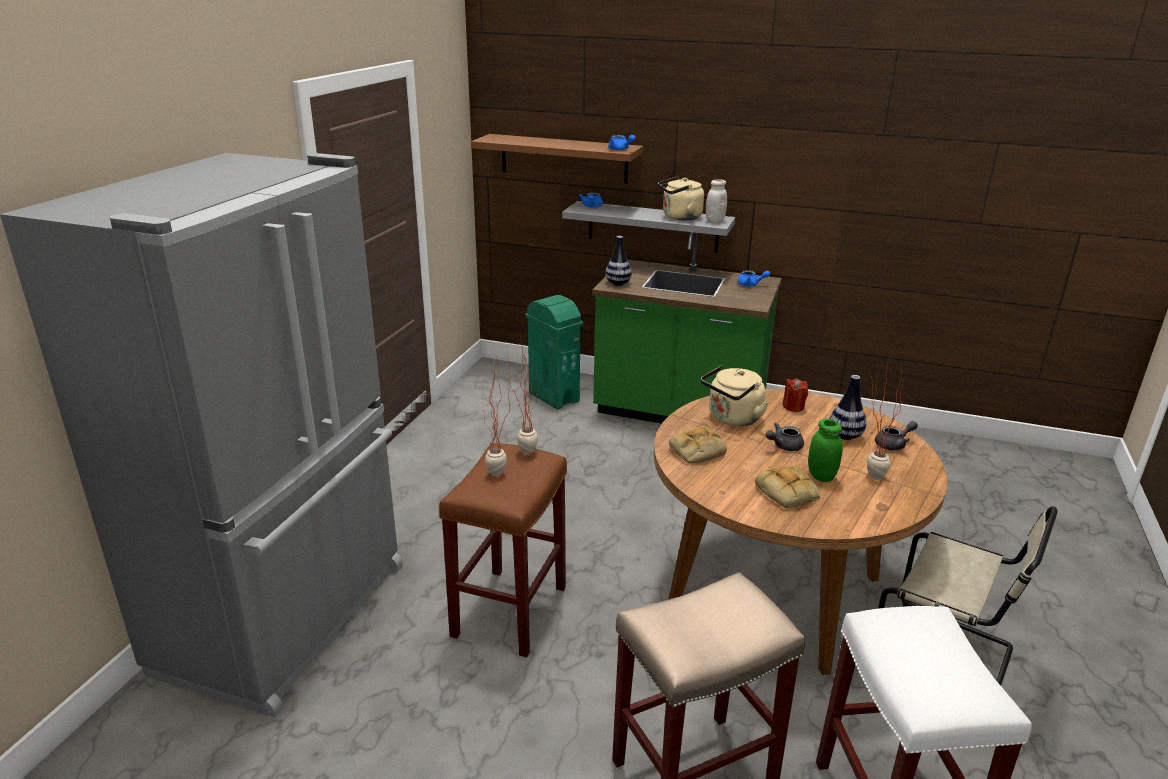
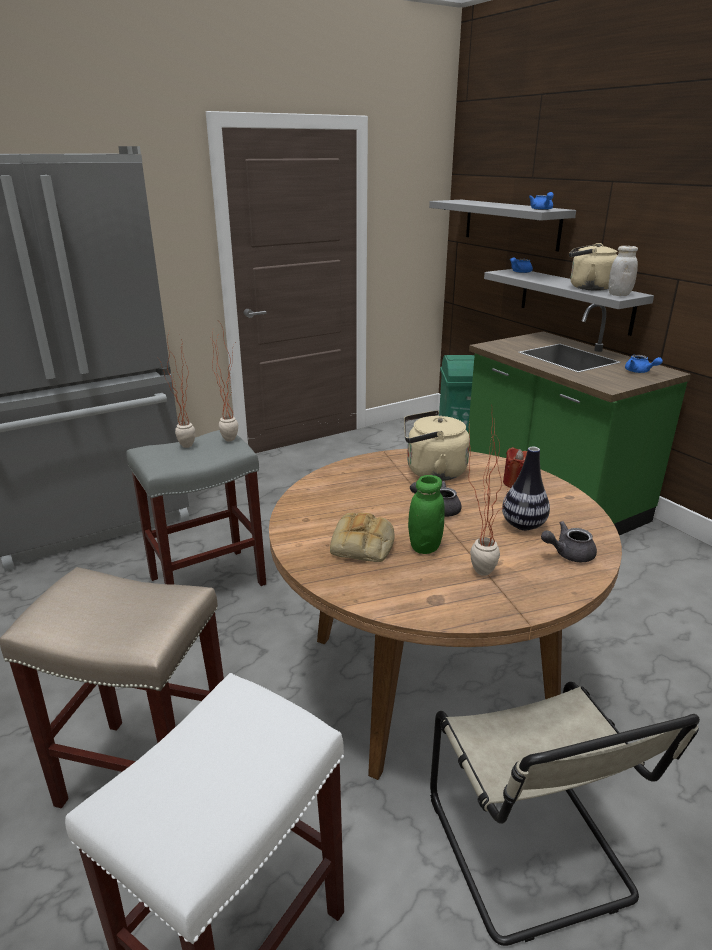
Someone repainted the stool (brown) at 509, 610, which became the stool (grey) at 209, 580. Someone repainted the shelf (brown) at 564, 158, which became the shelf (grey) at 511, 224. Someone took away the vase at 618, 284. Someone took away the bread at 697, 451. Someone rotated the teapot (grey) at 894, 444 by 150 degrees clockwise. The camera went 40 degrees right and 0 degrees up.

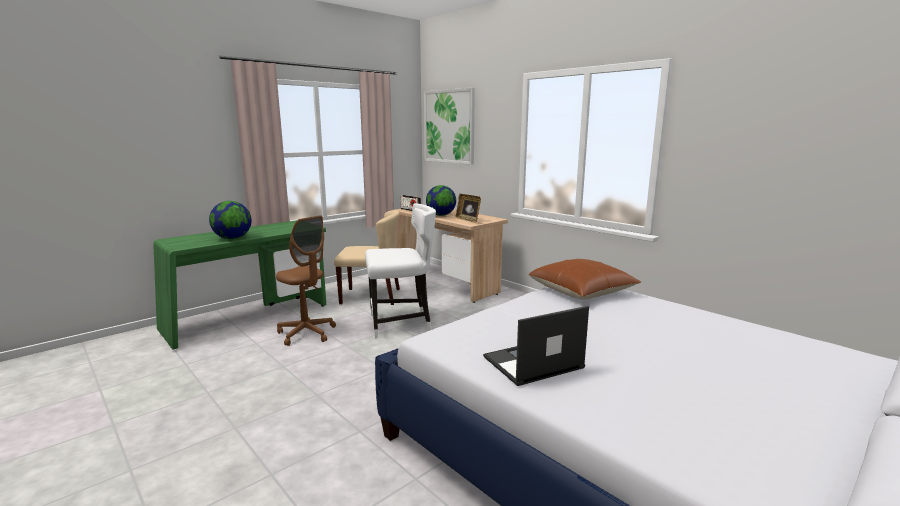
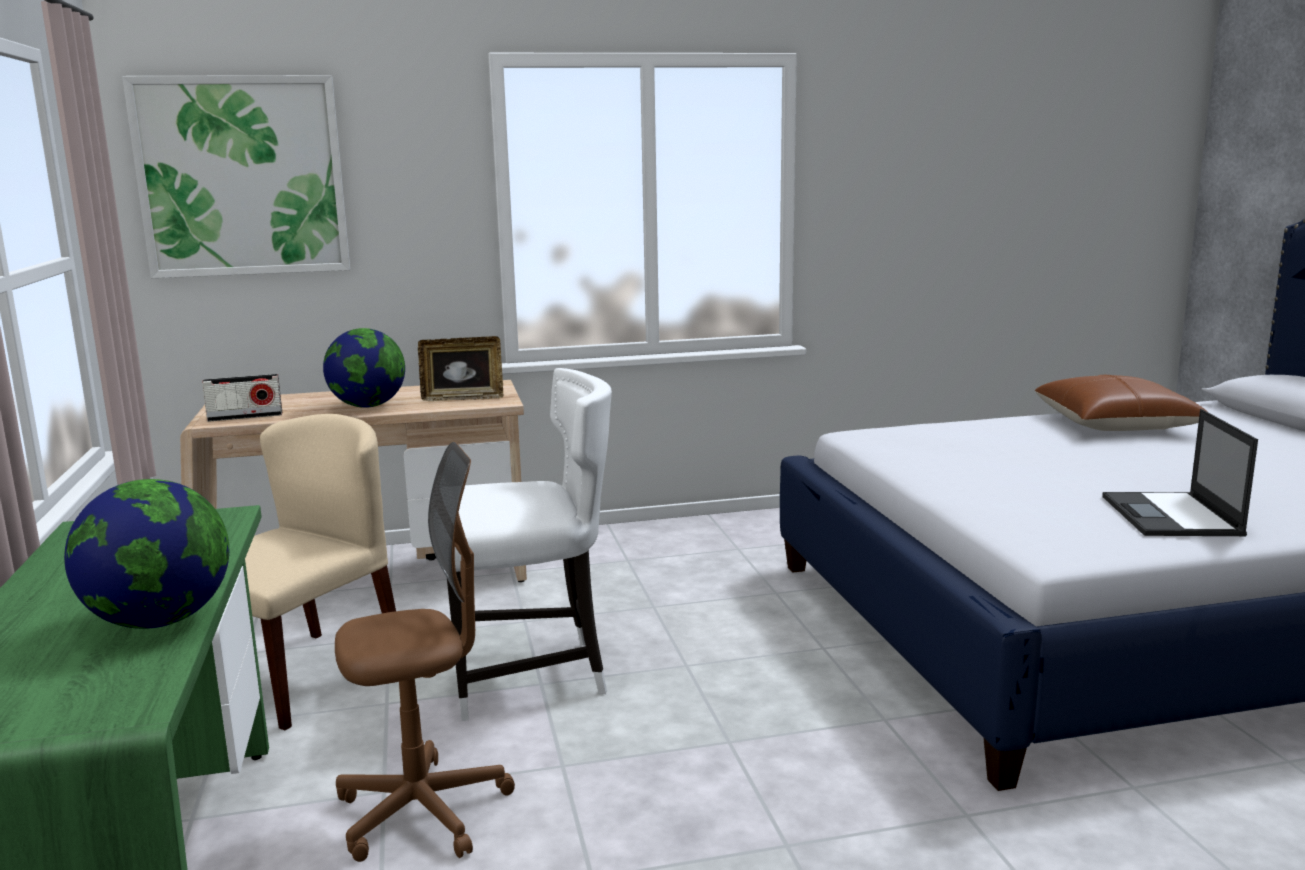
Someone rotated the chair (white) at 401, 324 by 60 degrees clockwise. Someone carried the pillow (brown) from 582, 291 to 1115, 424. The camera went 60 degrees left and 0 degrees up.

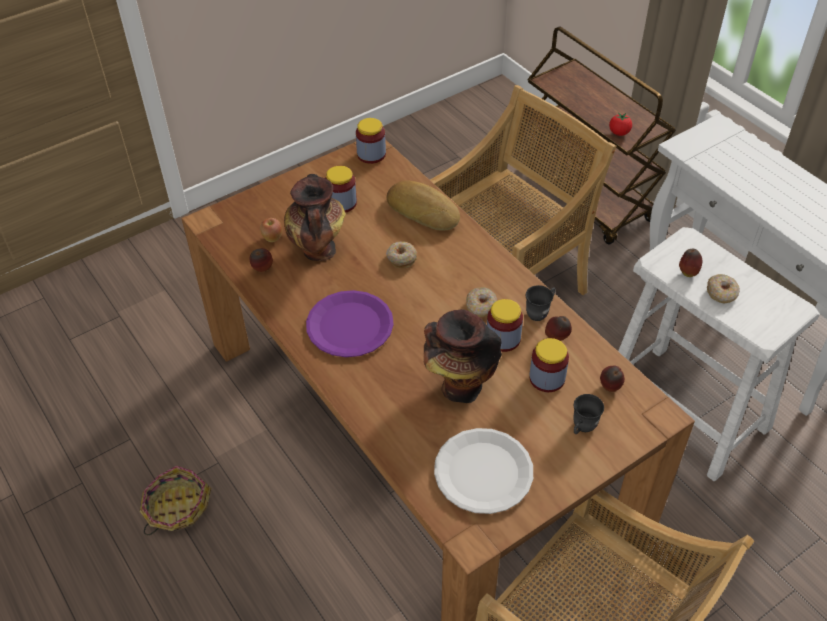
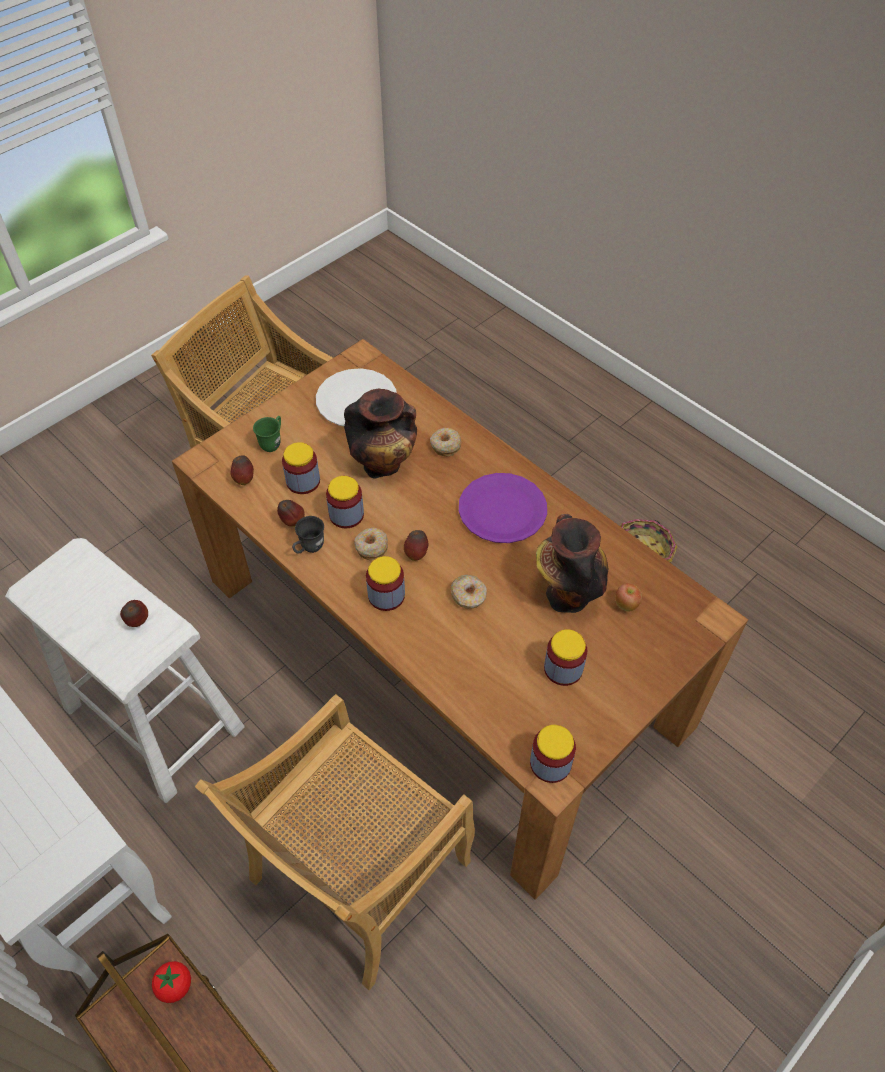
Someone carried the apple from 262, 269 to 416, 554. Someone took away the bread at 424, 210. Someone repainted the mug (grey) at 582, 428, which became the mug (green) at 273, 442. Someone carried the donut from 721, 293 to 445, 445. Someone put down the jar at 386, 595. The camera went 170 degrees right and 5 degrees up.

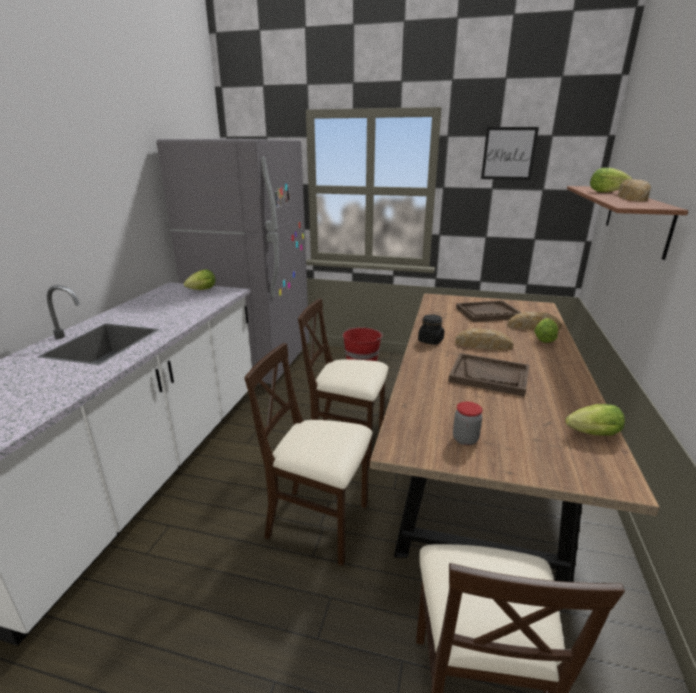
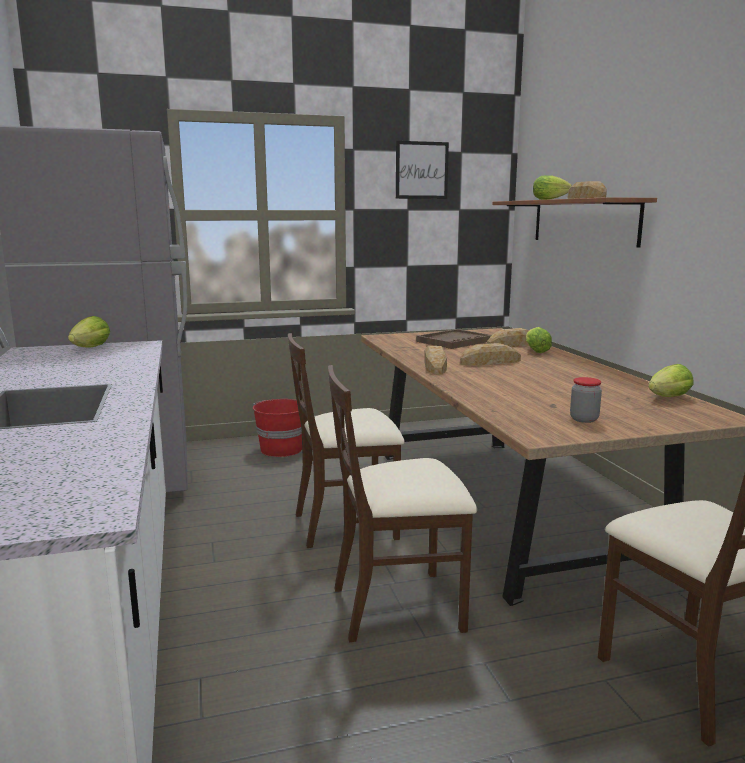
Someone swapped the jar (black) at 430, 340 for the bread at 435, 366. Someone took away the tray (brown) at 489, 376. The camera went 30 degrees left and 10 degrees down.

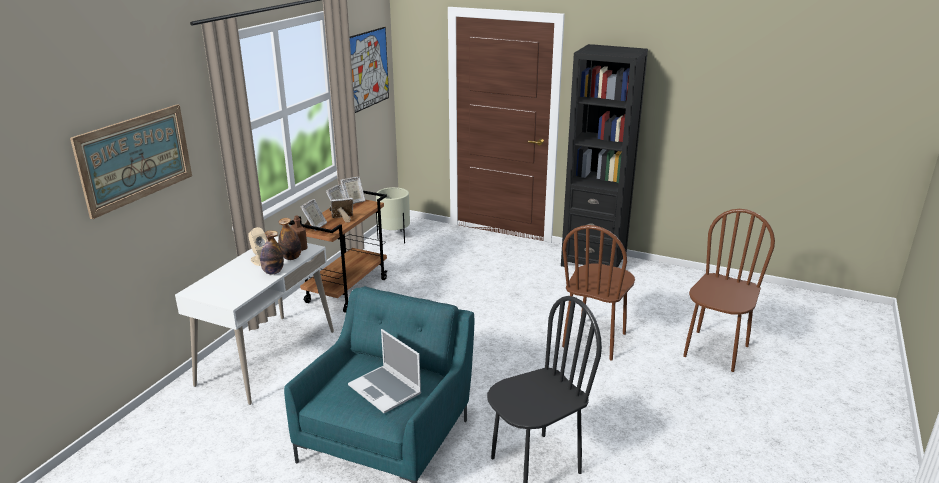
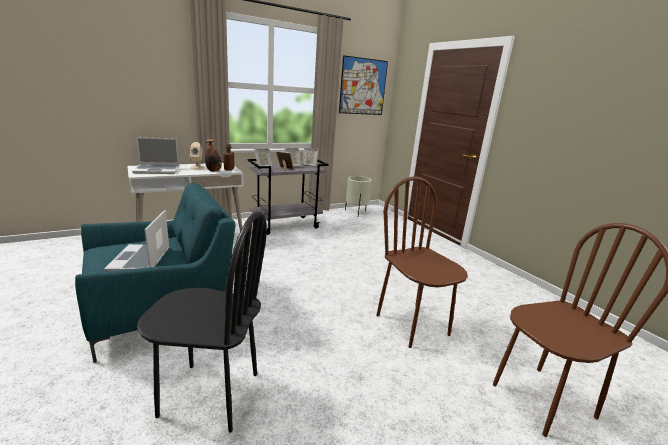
Someone took away the picture at 135, 158. Someone took away the bottle at 273, 272. Someone repainted the cart (brown) at 347, 290, which became the cart (grey) at 286, 225. Someone took away the bookcase (black) at 593, 261. Someone rotated the chair (brown) at 595, 340 by 90 degrees clockwise. Someone put down the laptop at 157, 170. The camera went 35 degrees right and 5 degrees down.

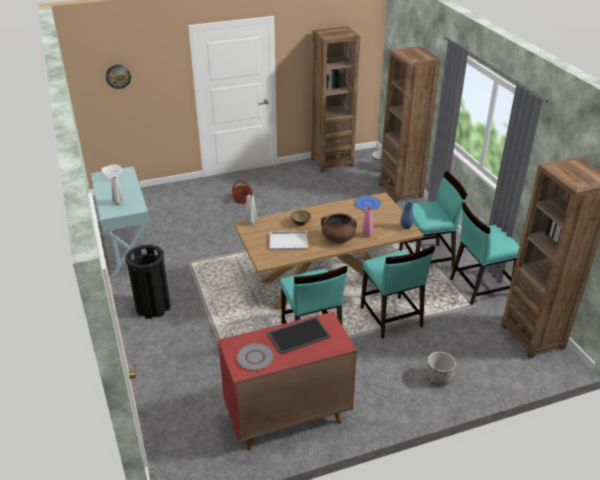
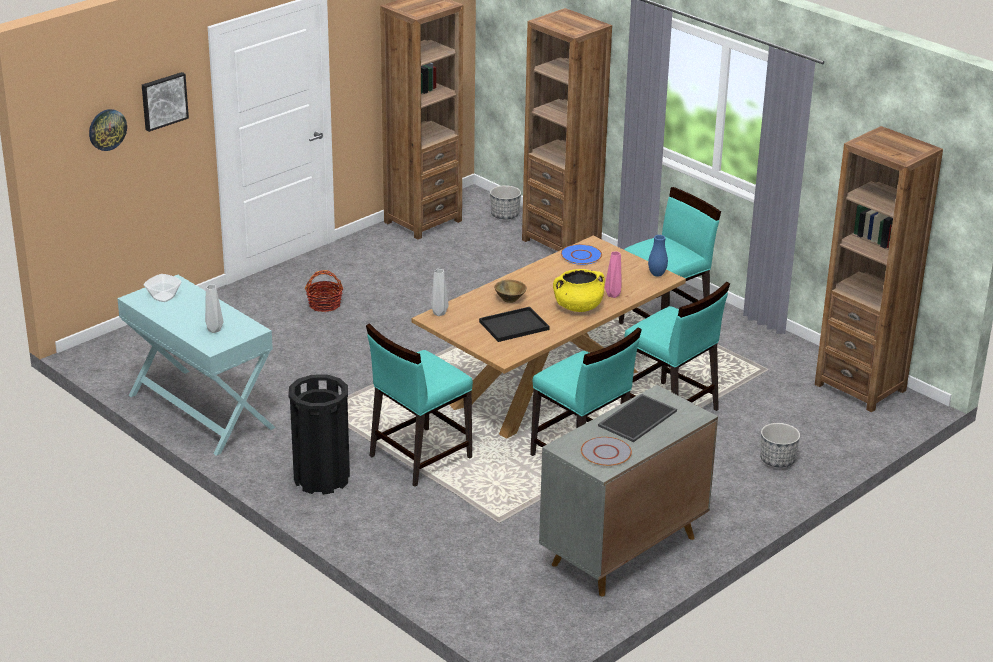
Someone repainted the cabinet (red) at 287, 418, which became the cabinet (grey) at 622, 551. Someone repainted the tray (white) at 287, 242, which became the tray (black) at 513, 326. Someone repainted the cooking pot (brown) at 338, 238, which became the cooking pot (yellow) at 578, 307. Someone carried the chair (turquoise) from 479, 287 to 419, 457. Someone put up the picture at 163, 100. The camera went 25 degrees left and 5 degrees down.

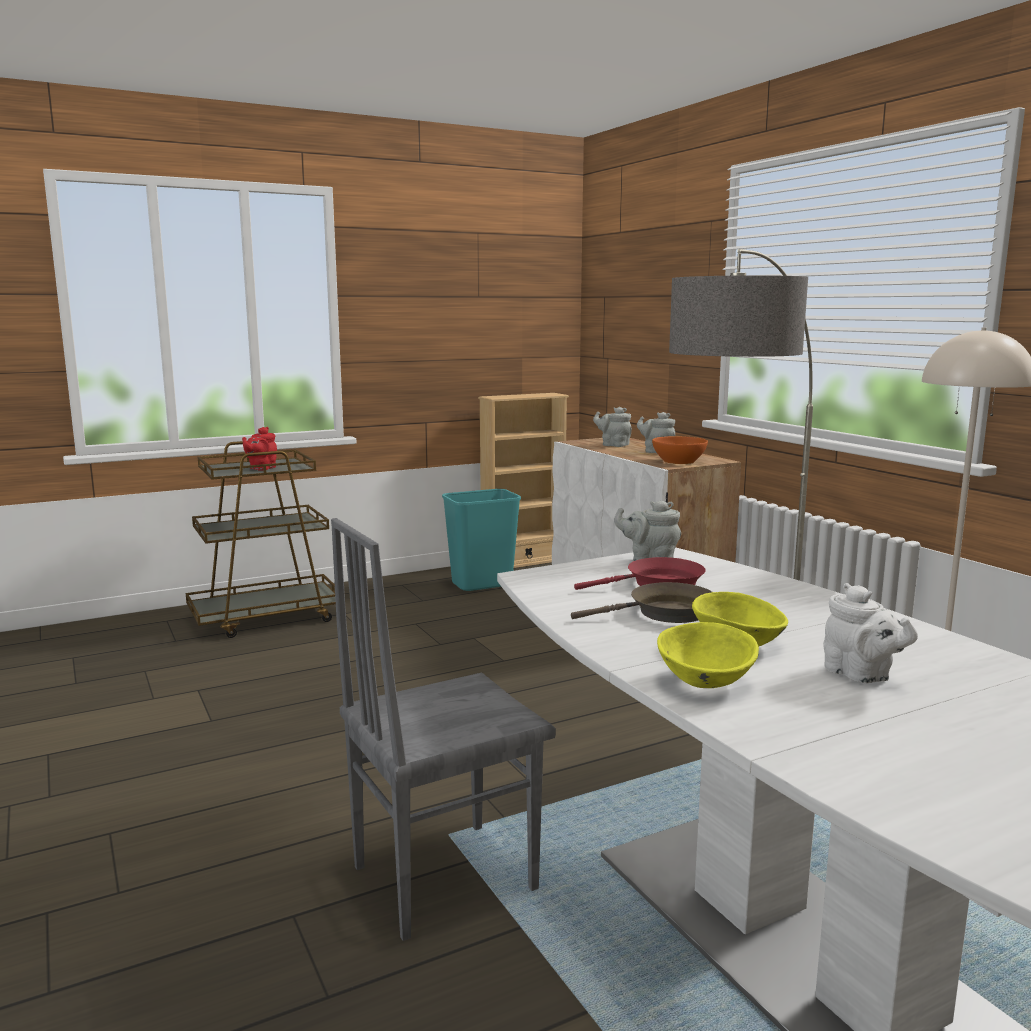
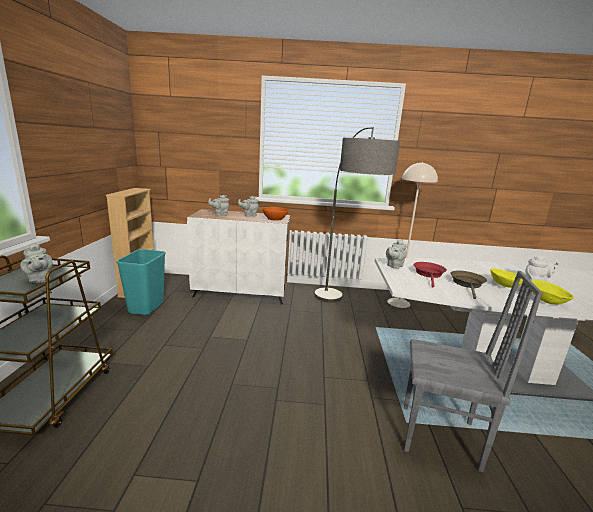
Someone repainted the teapot (red) at 261, 468, which became the teapot (grey) at 40, 280. Someone rotated the chair (grey) at 441, 877 by 75 degrees counterclockwise. The camera went 60 degrees left and 5 degrees up.

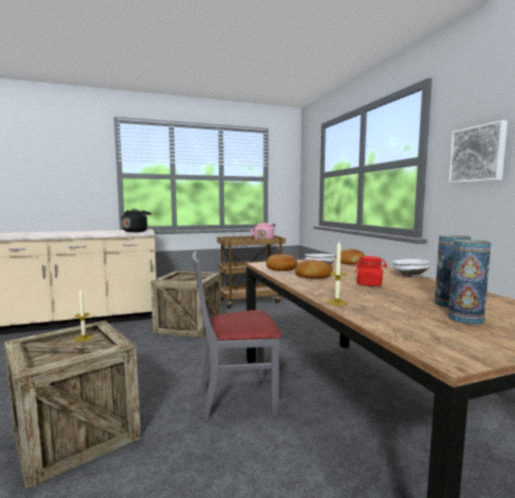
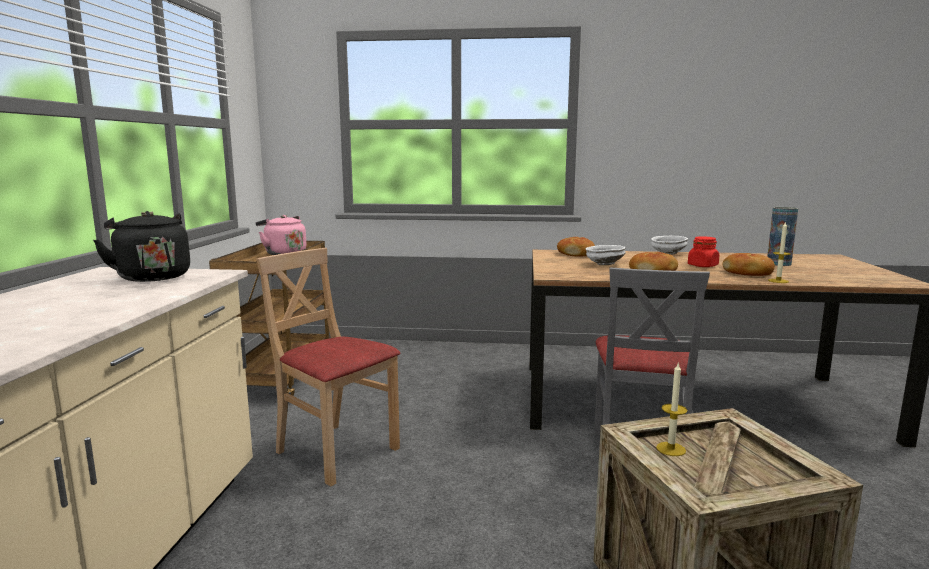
Someone swapped the crate at 188, 326 for the chair (beige) at 336, 451. Someone carried the bread from 281, 269 to 747, 273. Someone took away the picture at 478, 154. Someone took away the vase at 465, 318. The camera went 65 degrees left and 5 degrees up.

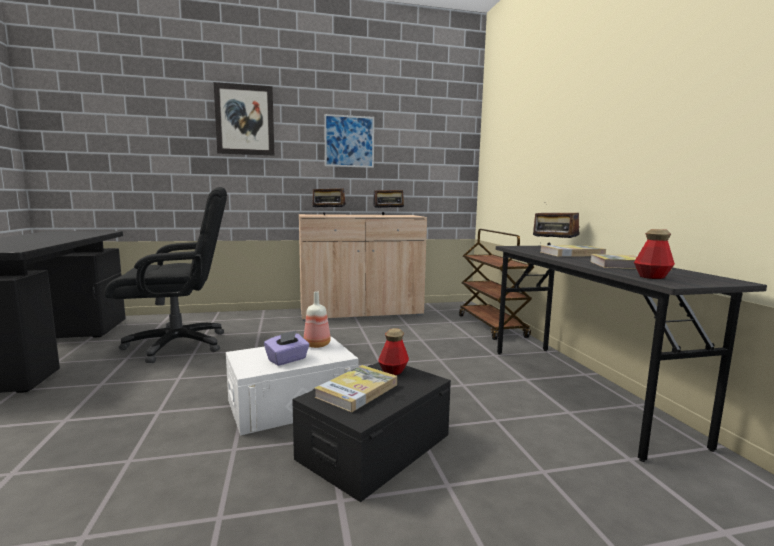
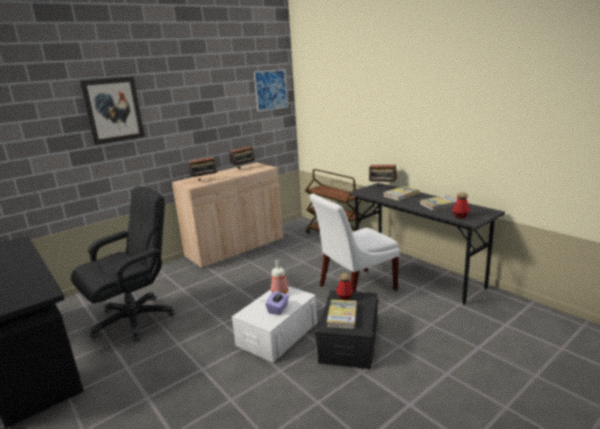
Someone carried the picture from 349, 141 to 271, 90. Someone put down the chair (white) at 354, 288. The camera went 25 degrees left and 10 degrees up.

